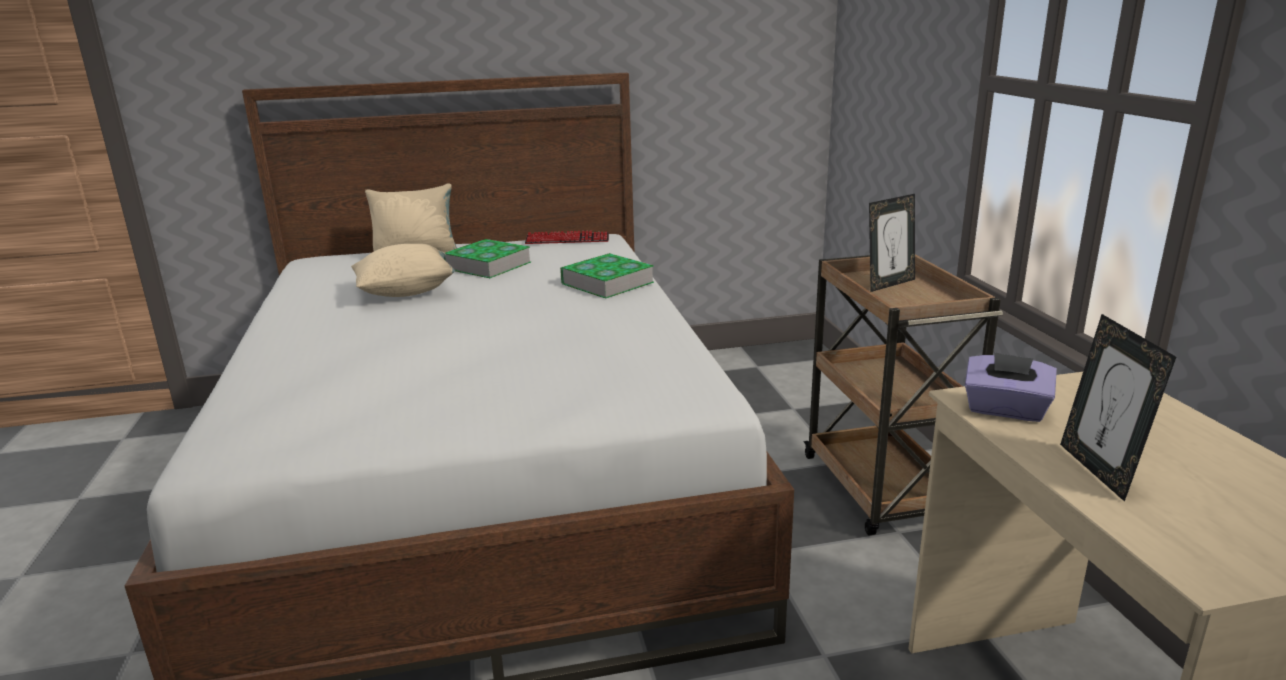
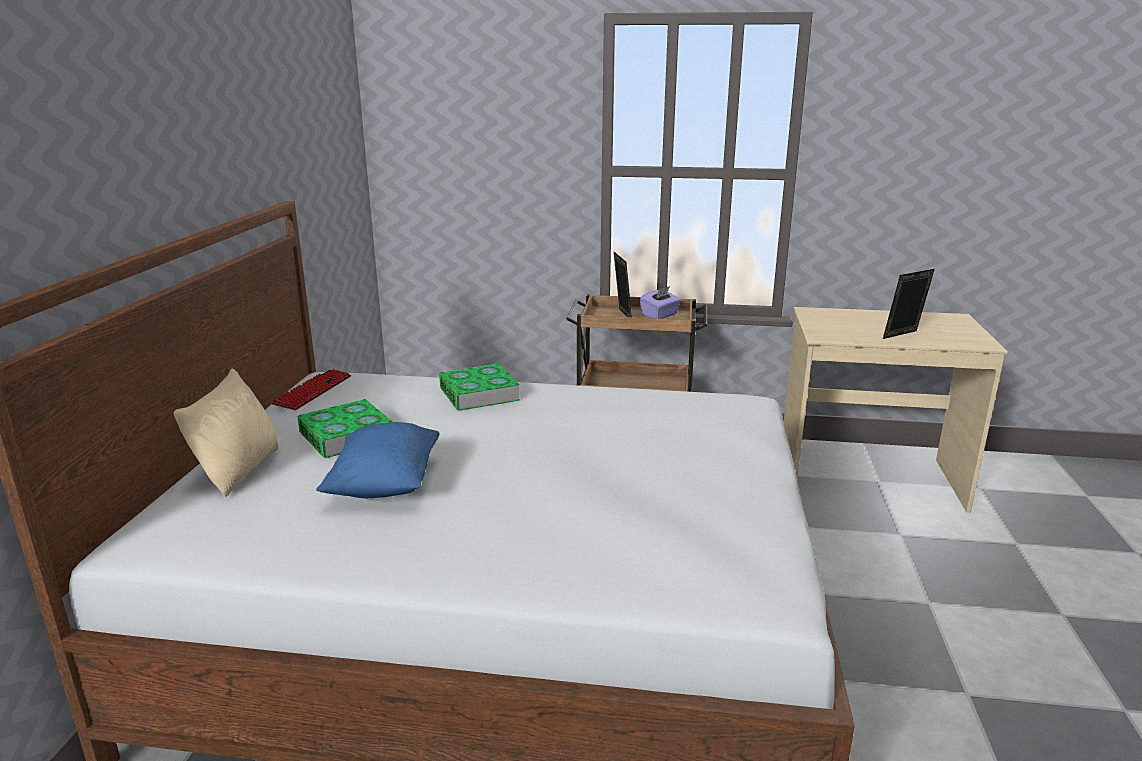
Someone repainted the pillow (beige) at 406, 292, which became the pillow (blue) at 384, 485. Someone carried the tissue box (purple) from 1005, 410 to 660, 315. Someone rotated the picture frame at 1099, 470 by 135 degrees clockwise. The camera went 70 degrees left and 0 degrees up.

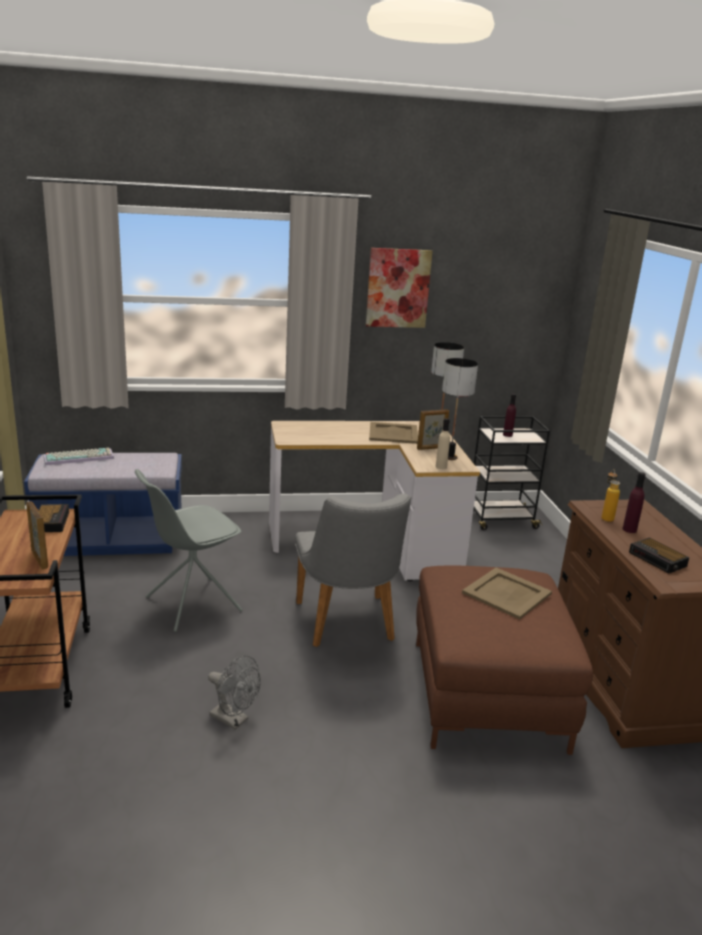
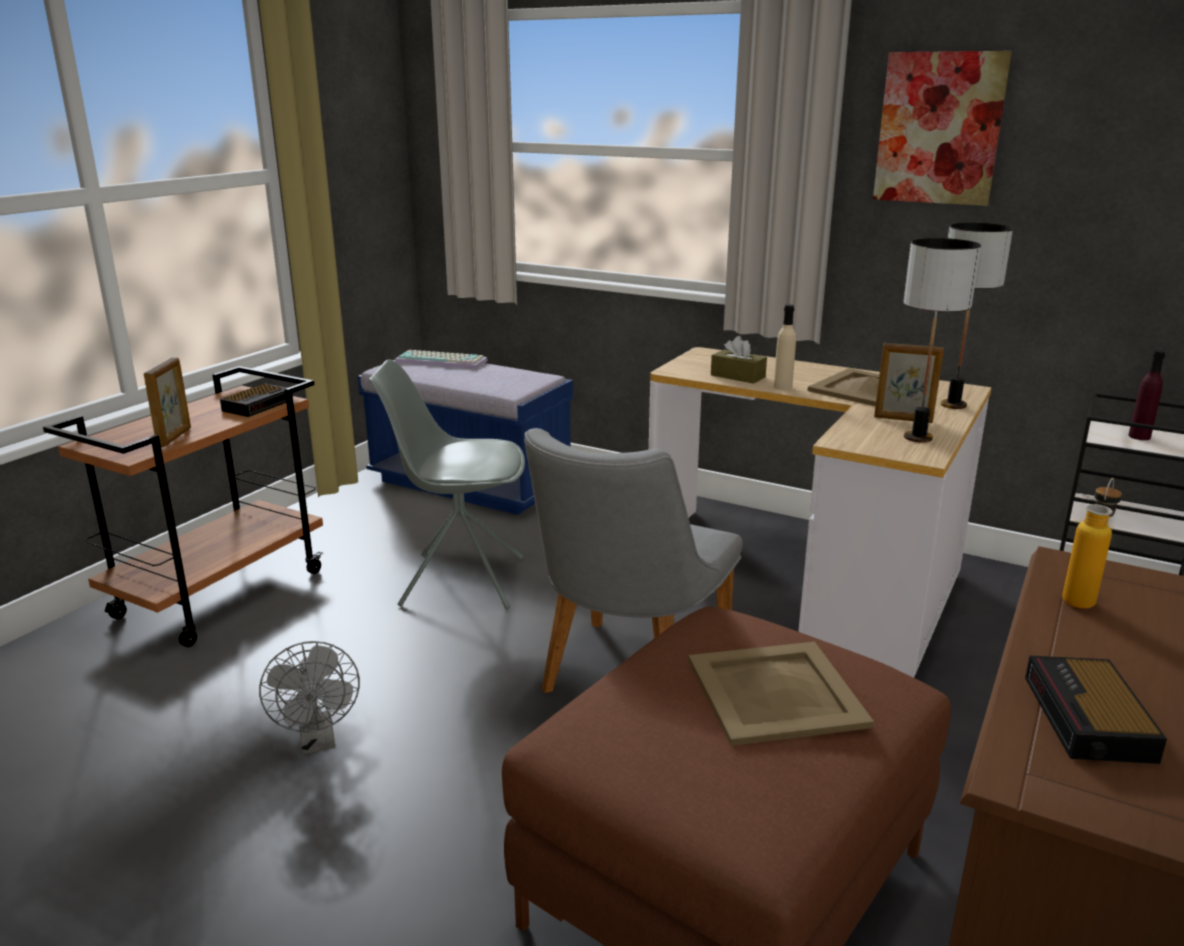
Someone carried the bottle (beige) from 441, 467 to 782, 386. Someone took away the bottle (purple) at 629, 529. Someone put down the tissue box (brown) at 737, 376. The camera went 40 degrees right and 0 degrees up.

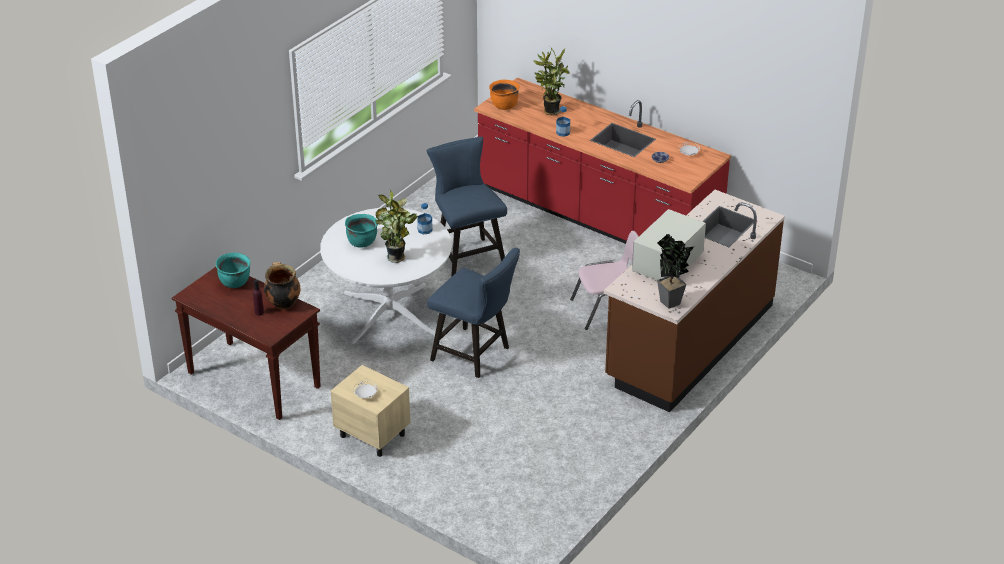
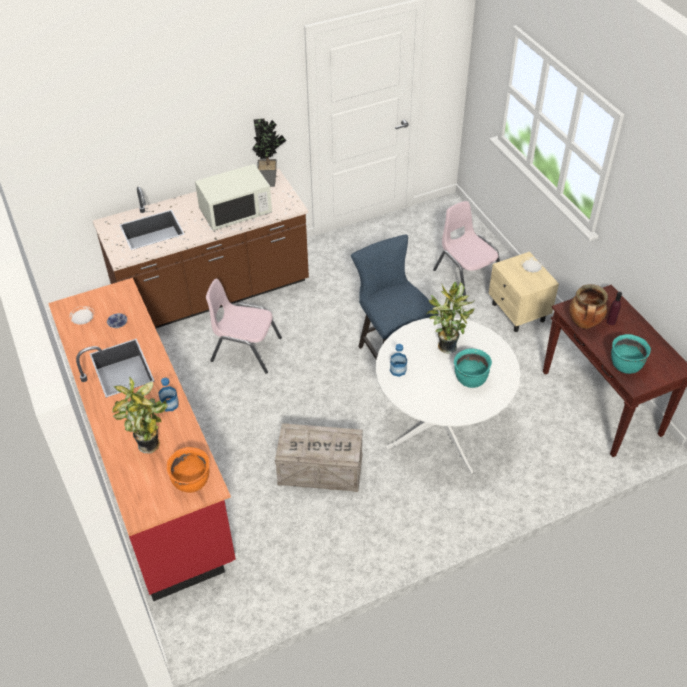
Someone swapped the chair (blue) at 467, 255 for the crate at 319, 470. Someone put down the chair (pink) at 466, 277. The camera went 150 degrees left and 10 degrees up.

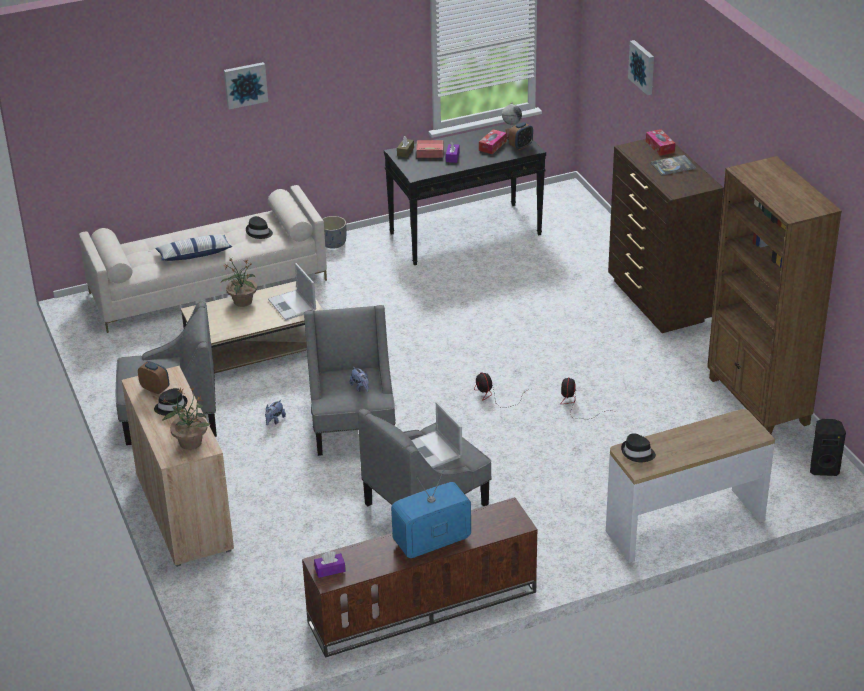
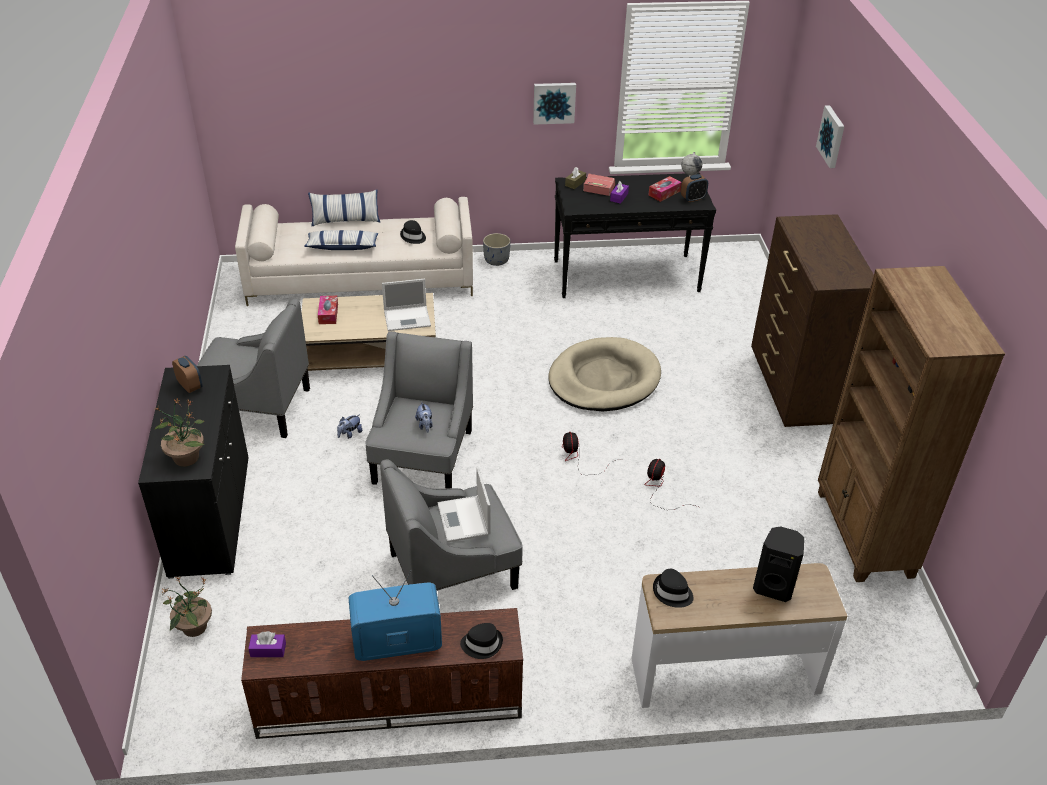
Someone repainted the cabinet (beige) at 184, 512, which became the cabinet (black) at 210, 516. Someone carried the hat (black) from 171, 406 to 482, 644. Someone carried the potted plant from 242, 302 to 194, 627. Someone carried the picture from 245, 84 to 554, 102. Someone rotated the laptop at 292, 305 by 90 degrees counterclockwise. Someone carried the tissue box from 660, 147 to 328, 314. Someone took away the book at 673, 166. Someone carried the speaker (black) from 823, 468 to 773, 587. Someone put down the pillow at 345, 220. Someone put down the dog bed (beige) at 604, 379. The camera went 15 degrees right and 5 degrees up.

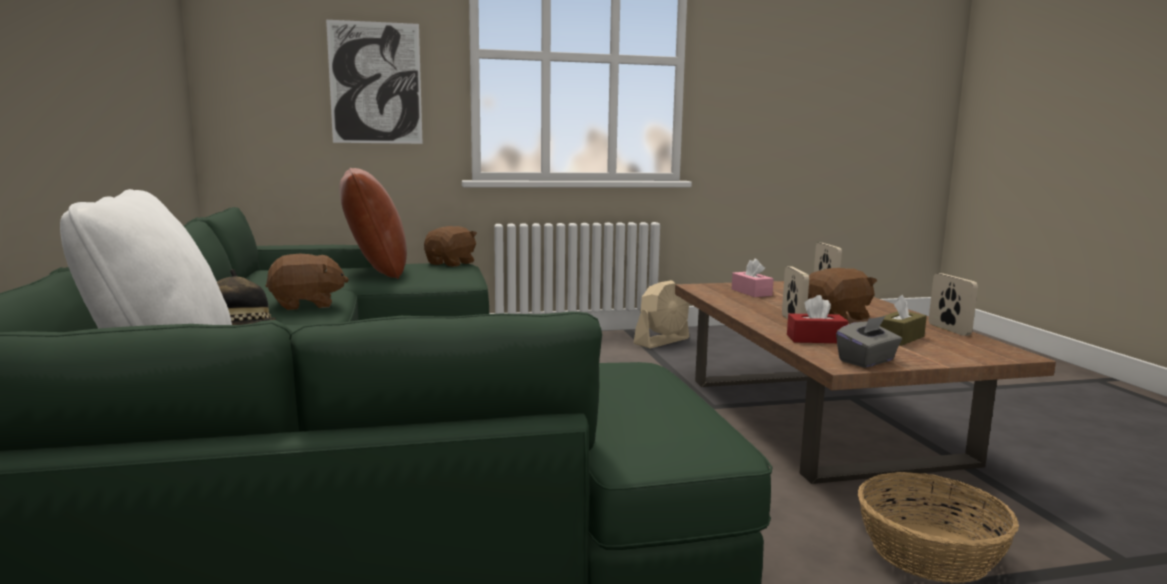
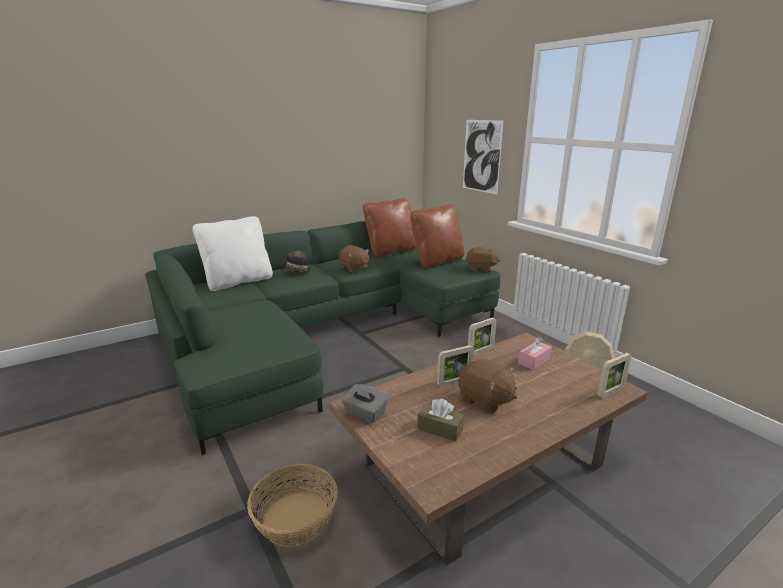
Someone took away the tissue box (red) at 816, 339. Someone carried the picture frame from 949, 330 to 480, 352. Someone put down the pillow (brown) at 391, 251. The camera went 70 degrees right and 10 degrees up.

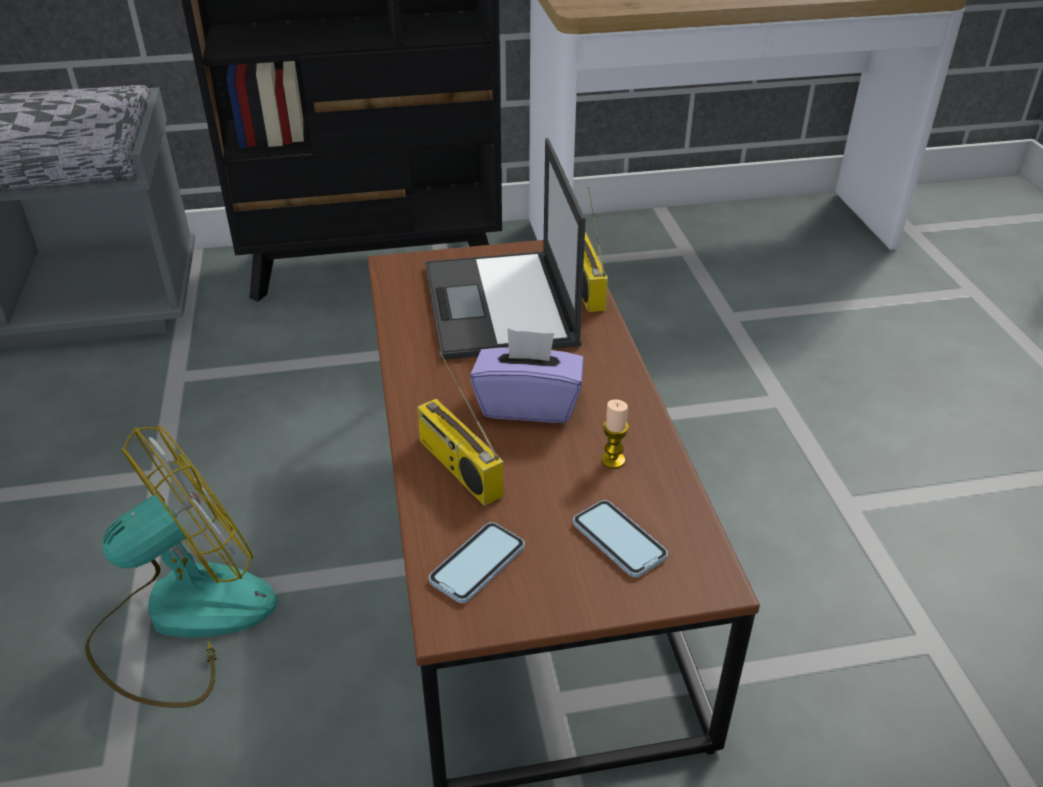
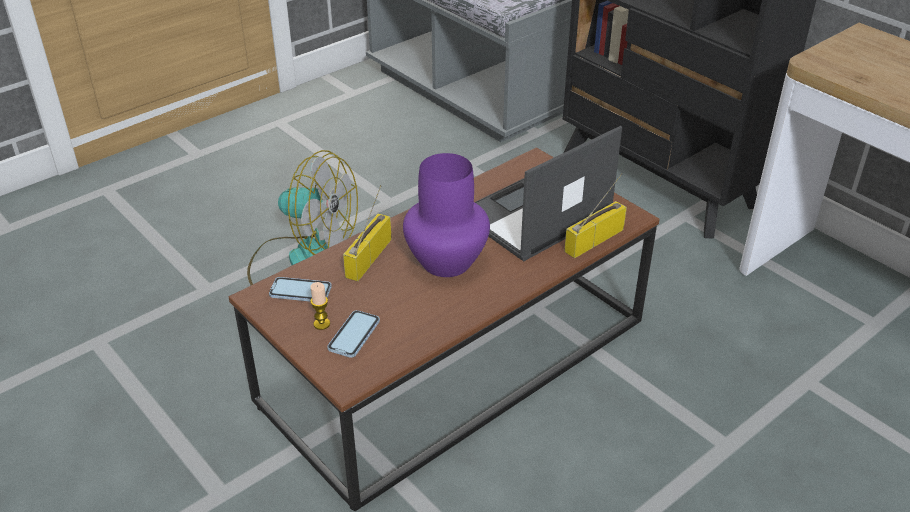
Someone swapped the tissue box (purple) at 528, 404 for the vase (purple) at 445, 261. Someone carried the candle from 613, 460 to 321, 324. The camera went 60 degrees right and 0 degrees up.

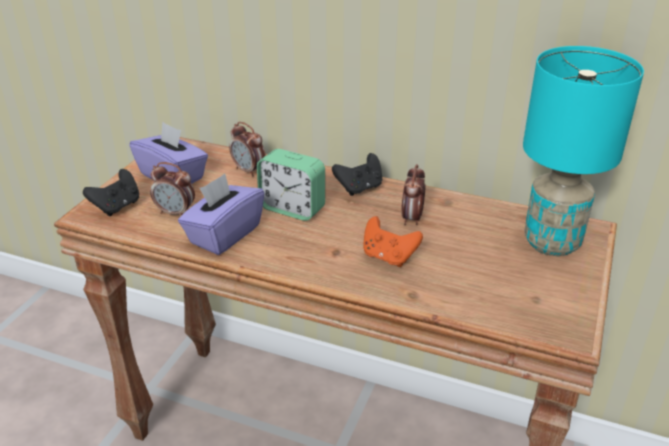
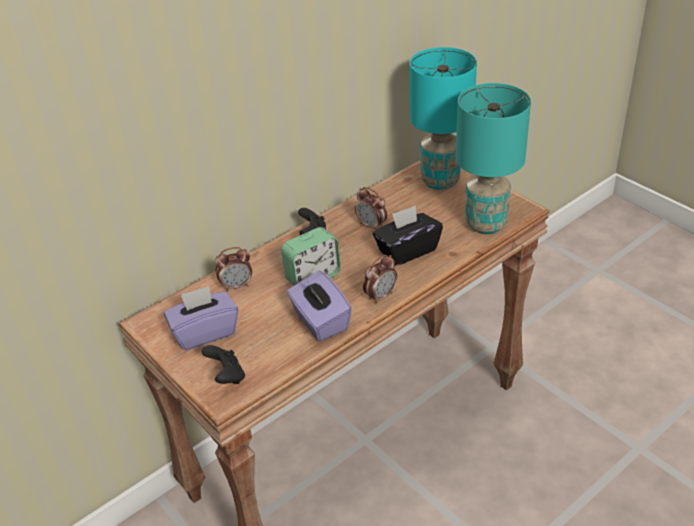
Someone carried the alarm clock from 176, 213 to 380, 296. Someone swapped the game controller (orange) at 388, 257 for the tissue box (black) at 407, 250. Someone put down the table lamp (turquoise) at 486, 224. The camera went 60 degrees left and 5 degrees up.

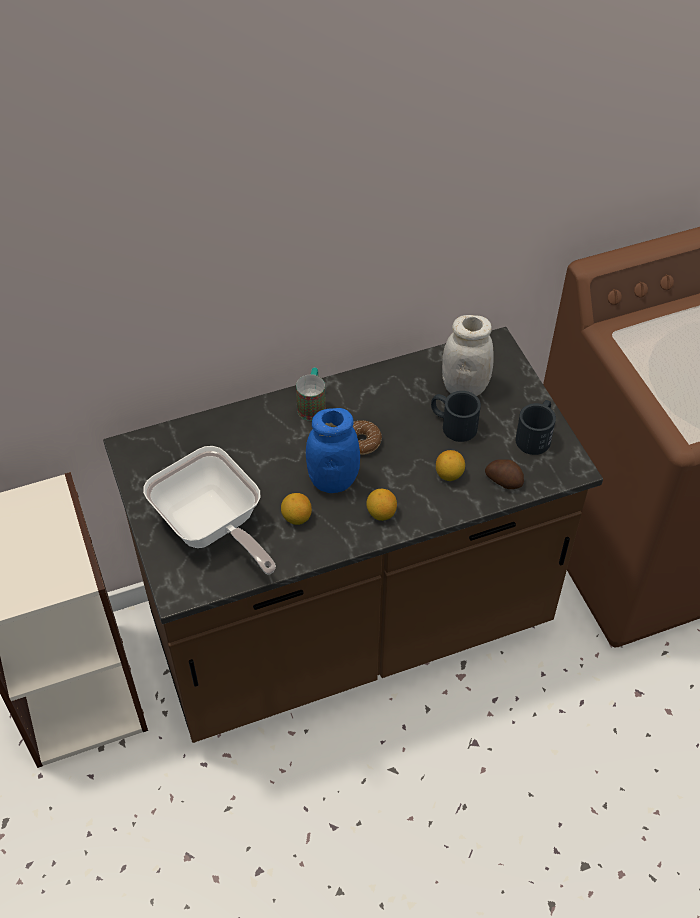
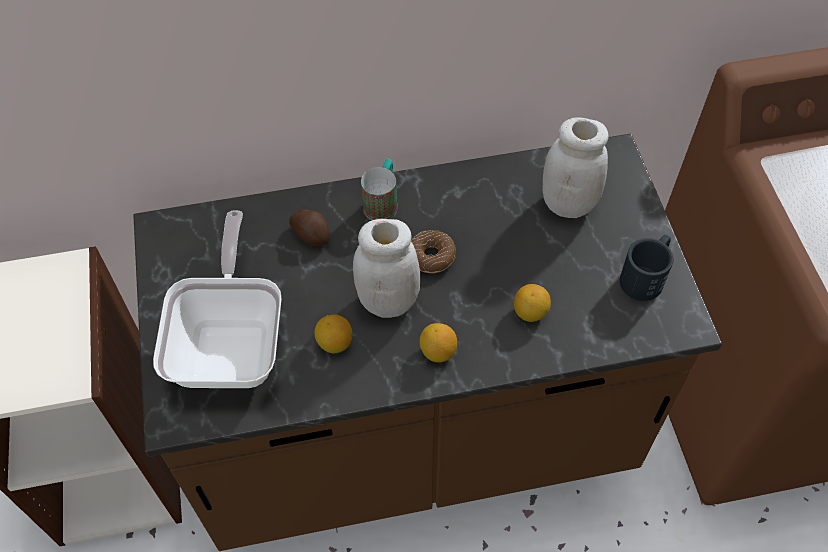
Someone rotated the frying pan at 212, 528 by 150 degrees counterclockwise. Someone repainted the jar (blue) at 333, 480, which became the jar (white) at 388, 301. Someone took away the mug (black) at 452, 424. Someone carried the potato from 504, 480 to 311, 234. The camera went 10 degrees right and 5 degrees up.

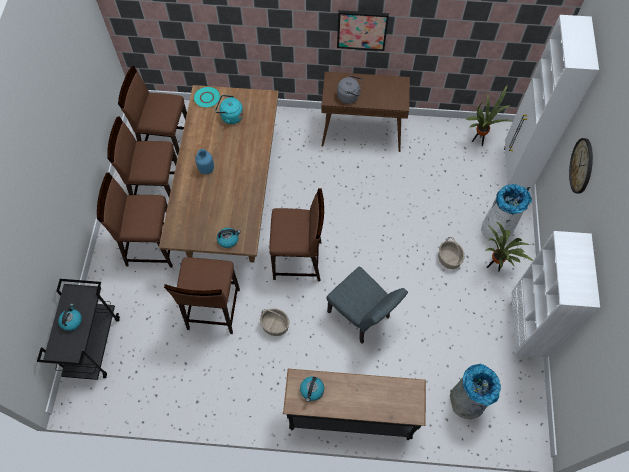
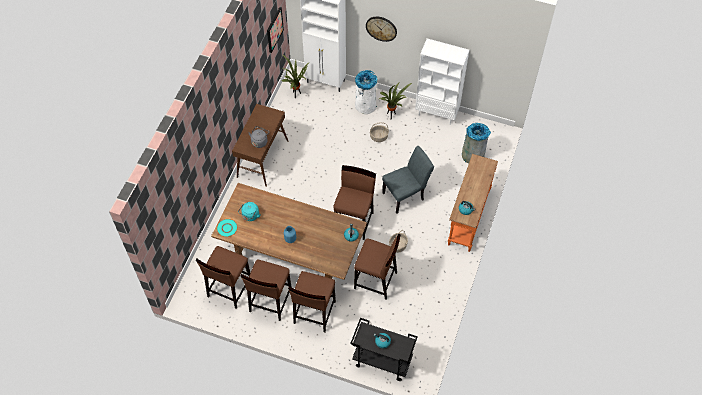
Someone repainted the console table (black) at 350, 415, which became the console table (orange) at 468, 217. Someone carried the picture from 362, 29 to 274, 29. The camera went 75 degrees left and 5 degrees down.

